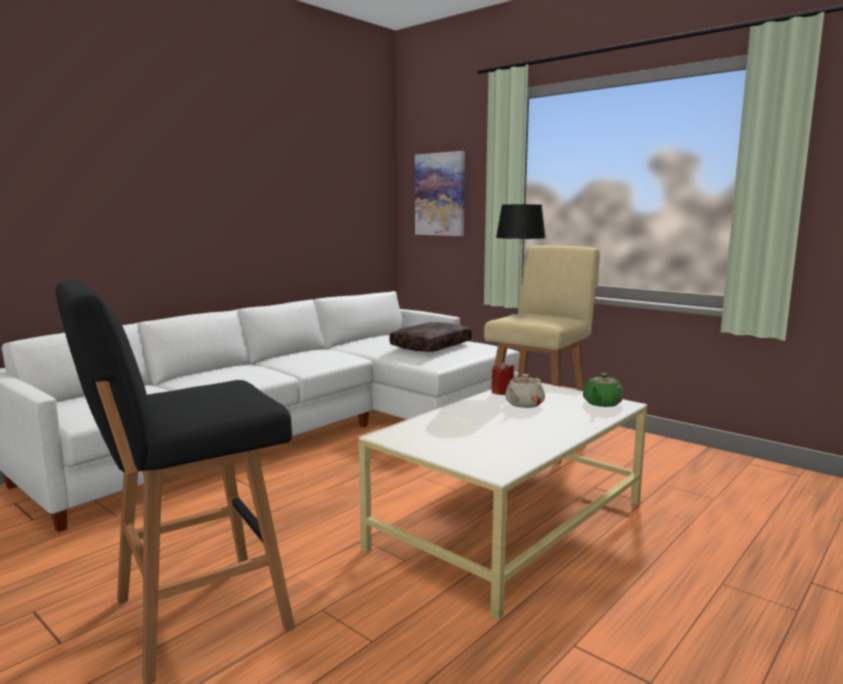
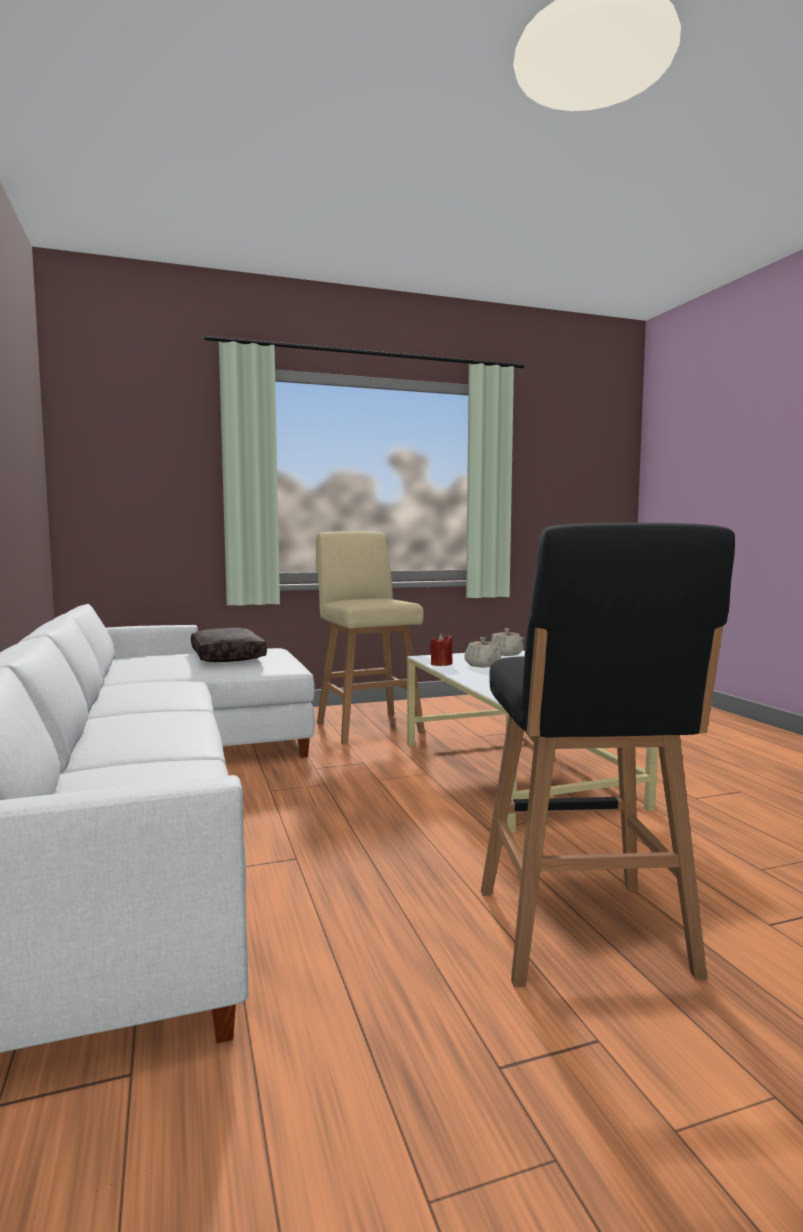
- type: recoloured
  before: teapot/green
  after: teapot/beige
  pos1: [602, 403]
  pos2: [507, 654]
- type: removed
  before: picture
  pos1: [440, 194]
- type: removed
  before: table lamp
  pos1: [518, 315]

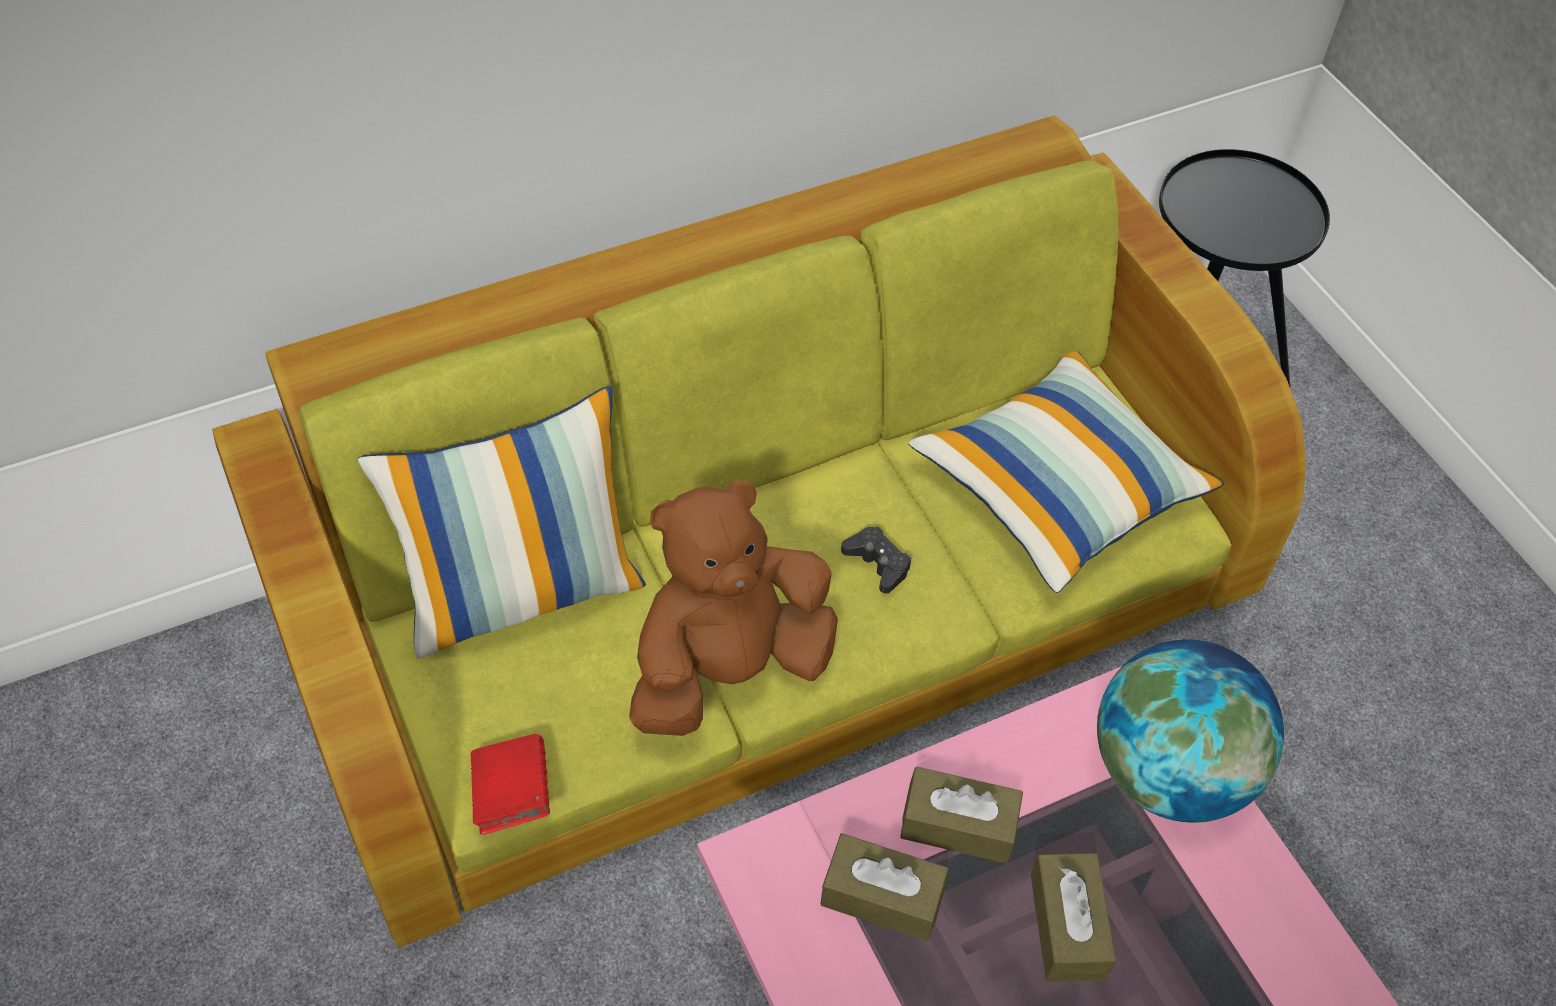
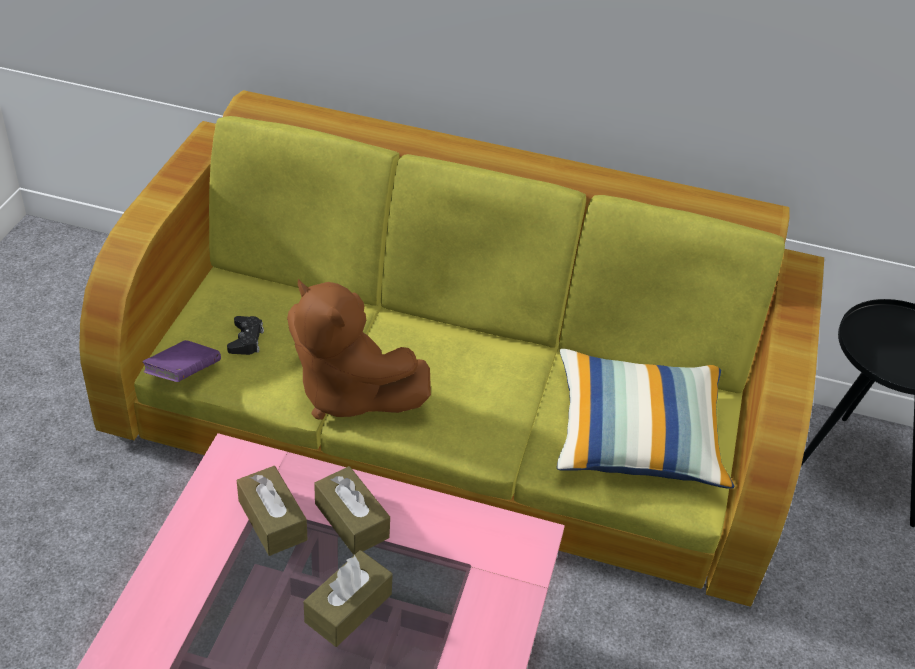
- type: recoloured
  before: book/red
  after: book/purple
  pos1: [512, 796]
  pos2: [183, 374]
- type: moved
  before: game controller/black
  pos1: [877, 563]
  pos2: [246, 340]
- type: turned
  before: plush toy/brown
  pos1: [728, 669]
  pos2: [348, 393]
  turn: -150
- type: removed
  before: pillow
  pos1: [523, 591]
- type: removed
  before: globe
  pos1: [1169, 773]

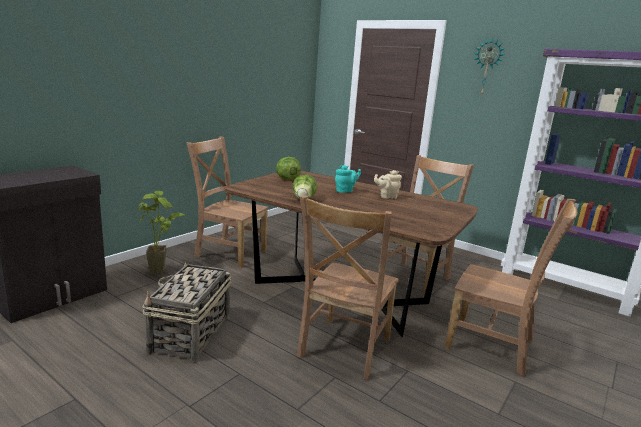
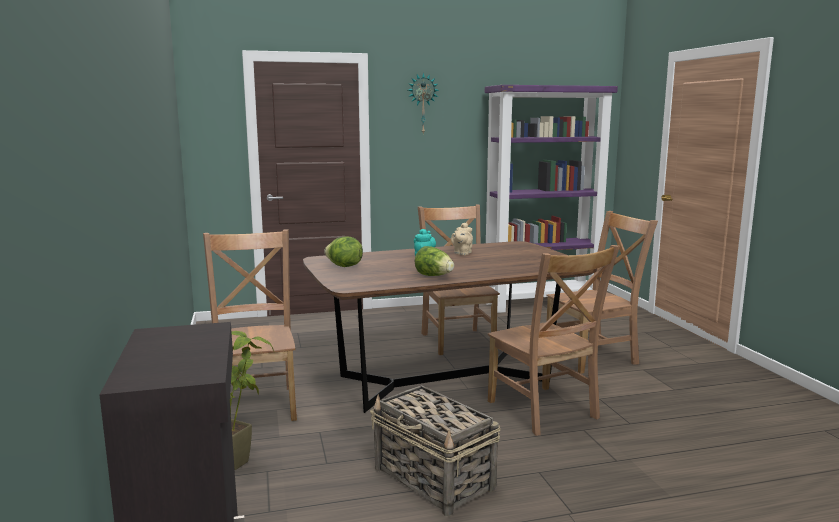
- type: turned
  before: chair/brown
  pos1: [228, 252]
  pos2: [257, 404]
  turn: 105

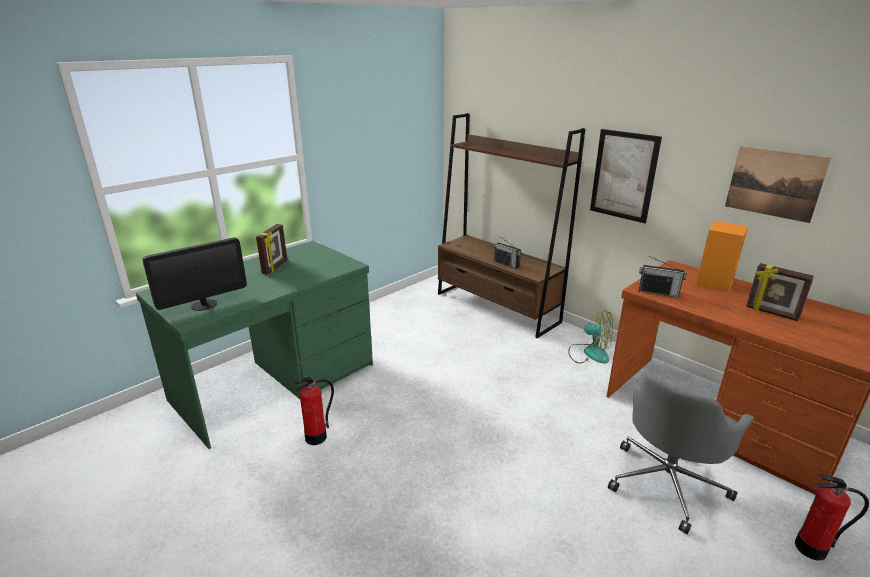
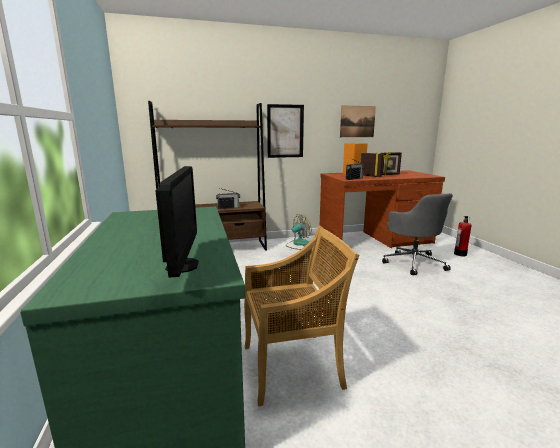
- type: replaced
  before: fire extinguisher
  after: chair/beige
  pos1: [316, 437]
  pos2: [293, 365]
- type: moved
  before: picture frame
  pos1: [275, 267]
  pos2: [370, 176]

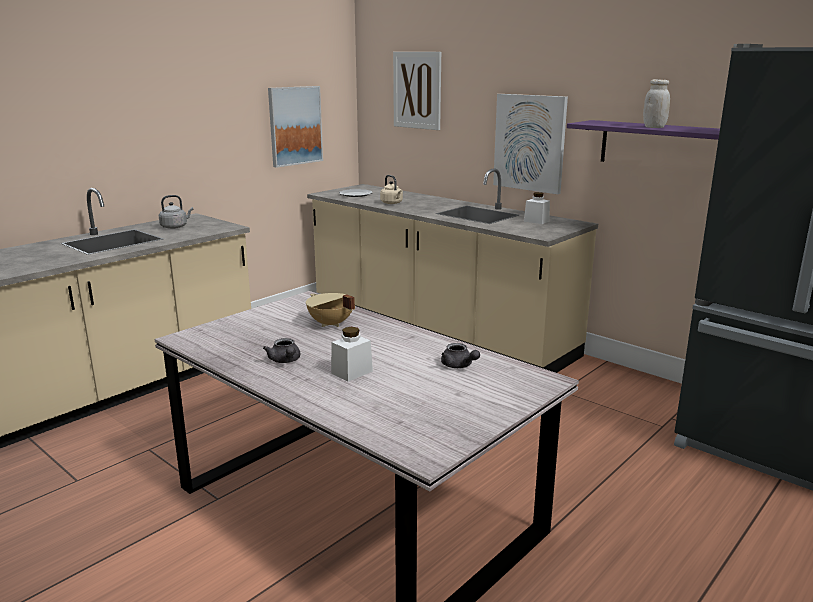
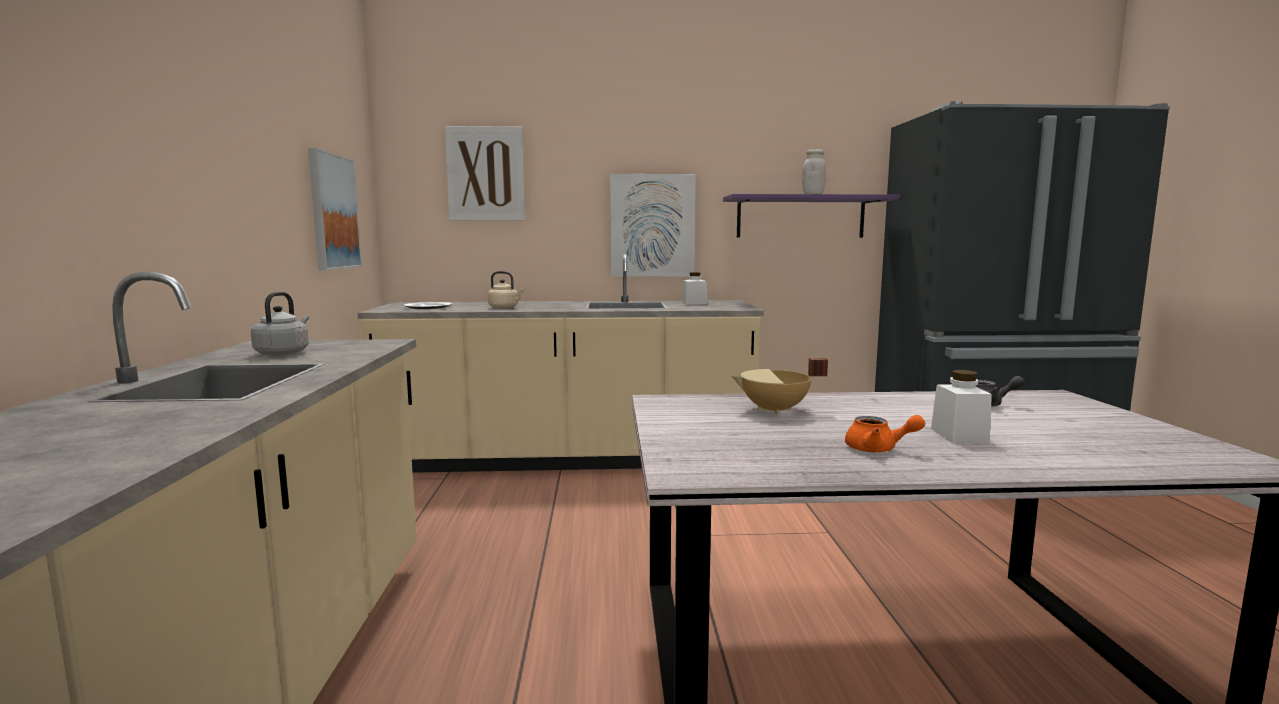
- type: recoloured
  before: teapot/grey
  after: teapot/orange
  pos1: [285, 361]
  pos2: [878, 449]

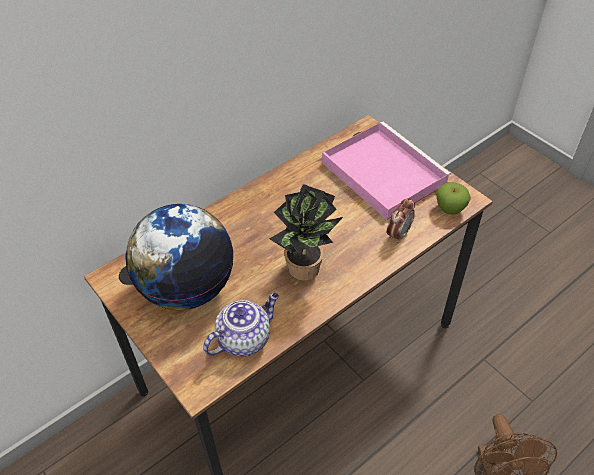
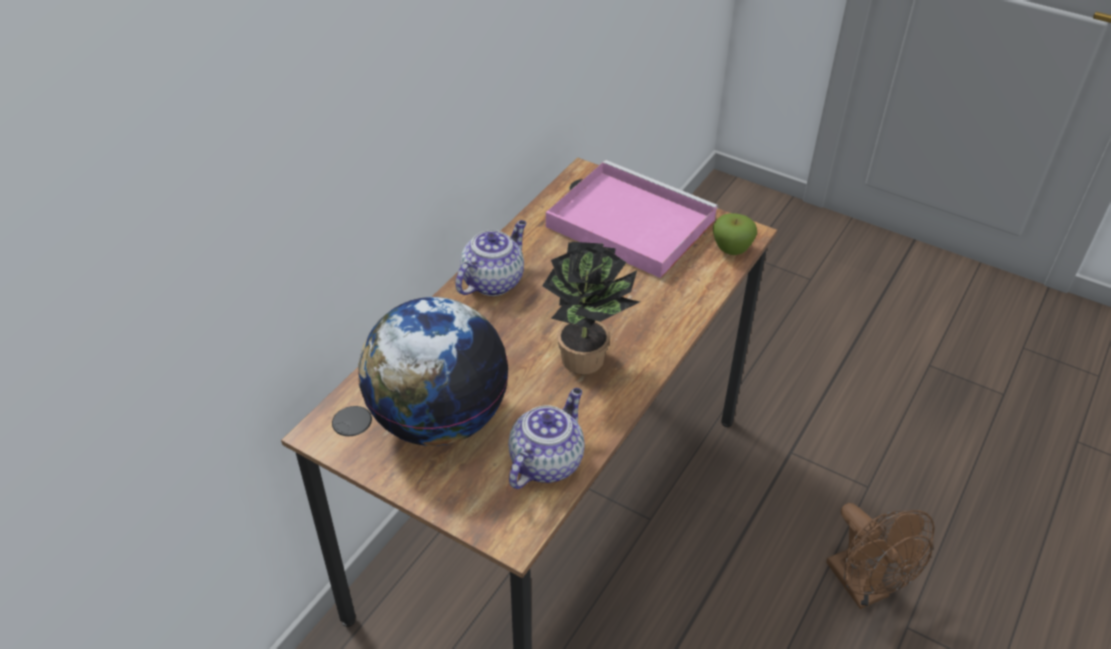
- type: added
  after: teapot
  pos2: [493, 281]
- type: removed
  before: alarm clock
  pos1: [398, 234]

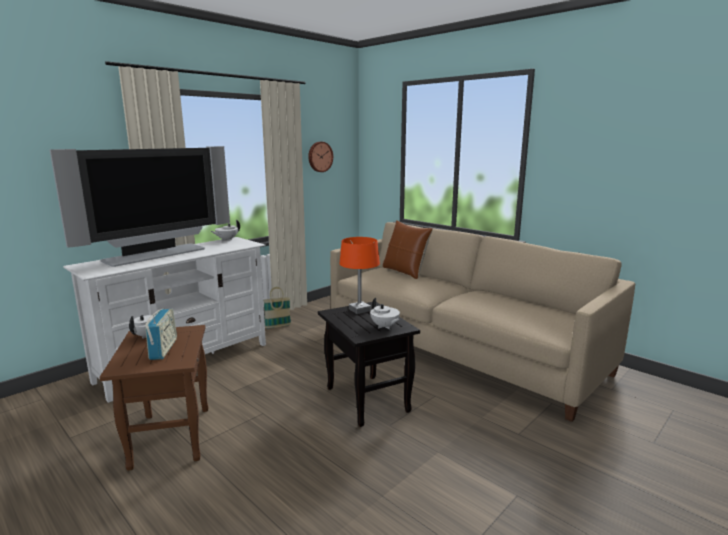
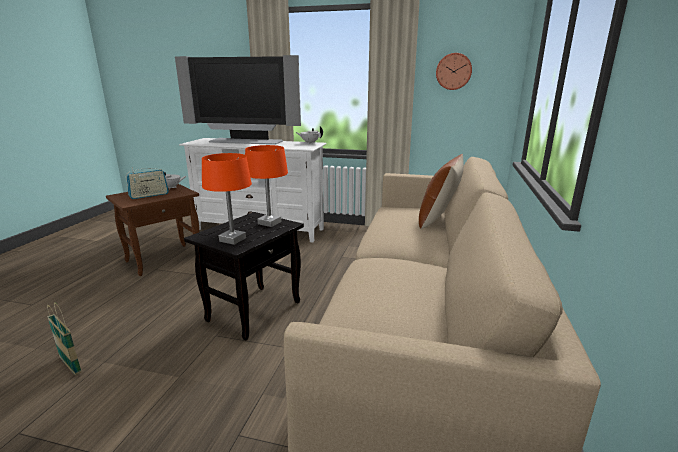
- type: moved
  before: basket
  pos1: [278, 326]
  pos2: [70, 365]
- type: replaced
  before: teapot/white
  after: table lamp/orange
  pos1: [384, 326]
  pos2: [232, 239]

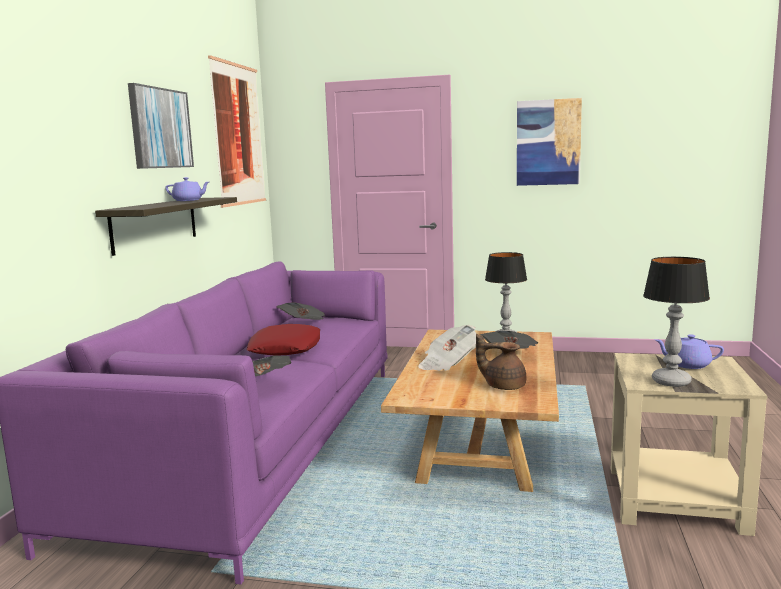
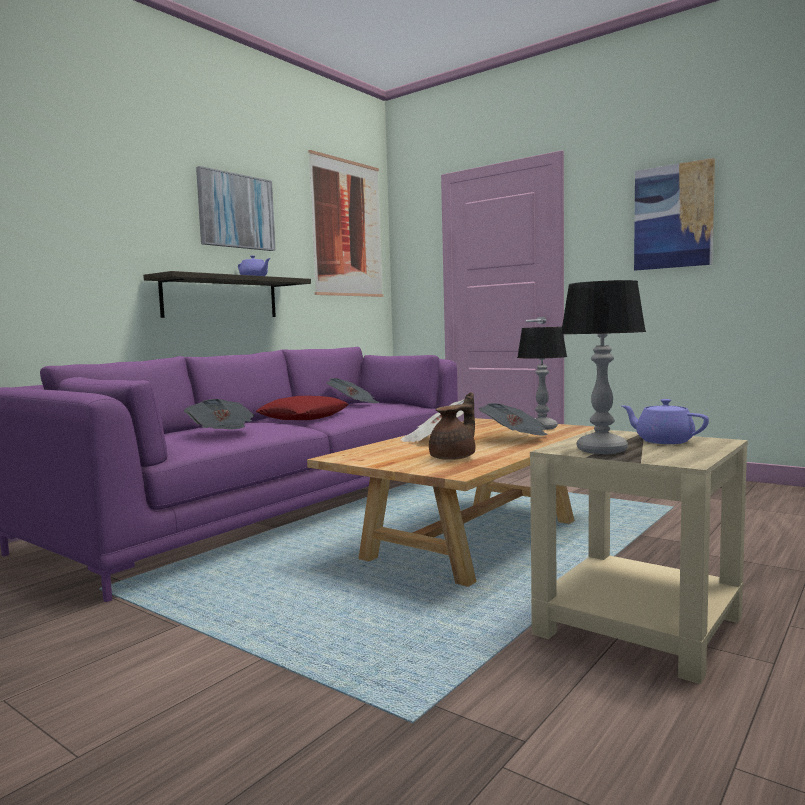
- type: turned
  before: teapot/brown
  pos1: [503, 386]
  pos2: [454, 458]
  turn: 90

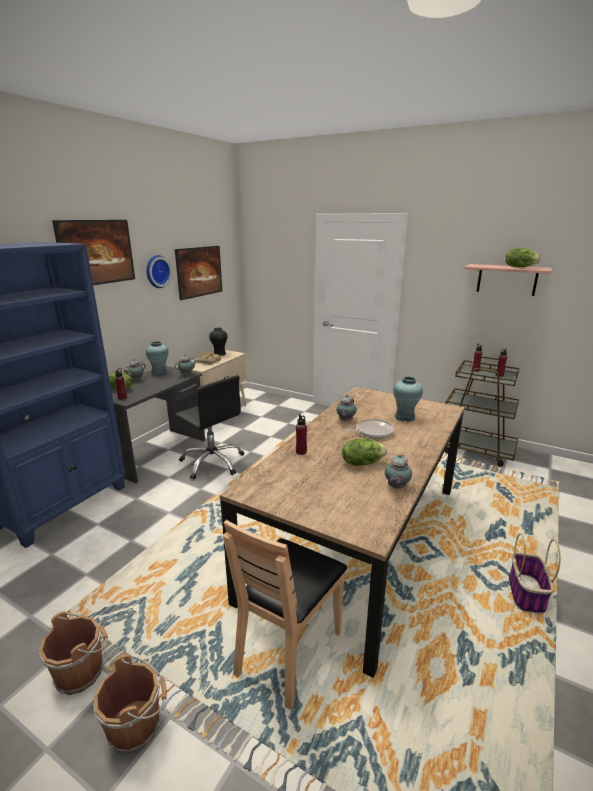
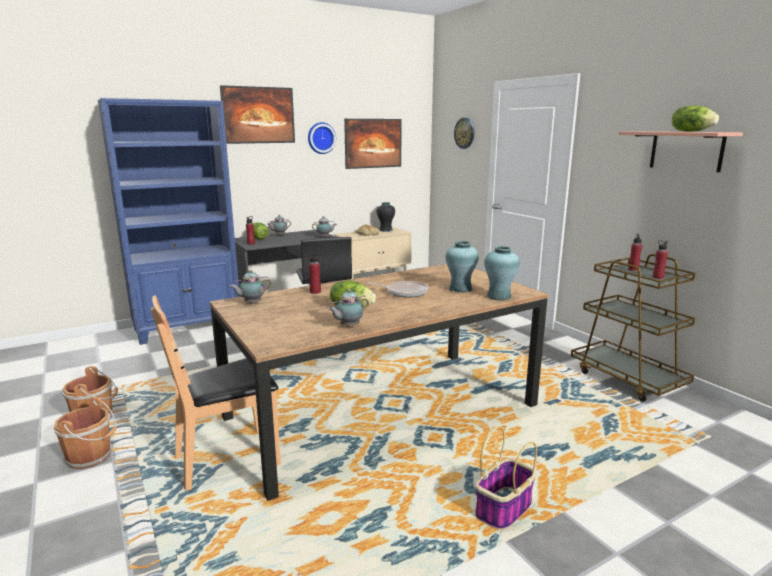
- type: moved
  before: teapot
  pos1: [345, 421]
  pos2: [251, 303]
- type: added
  after: wall clock
  pos2: [464, 133]
- type: moved
  before: vase/turquoise
  pos1: [159, 373]
  pos2: [499, 296]

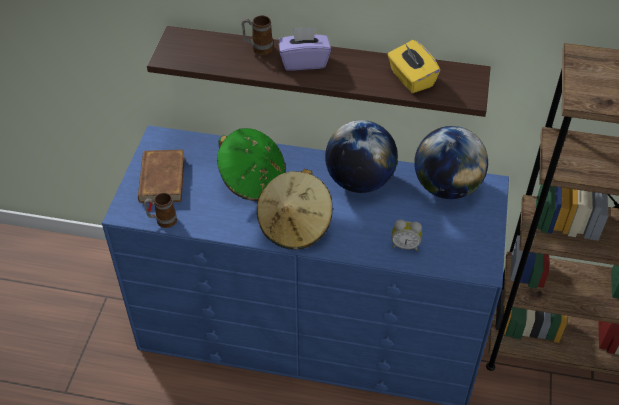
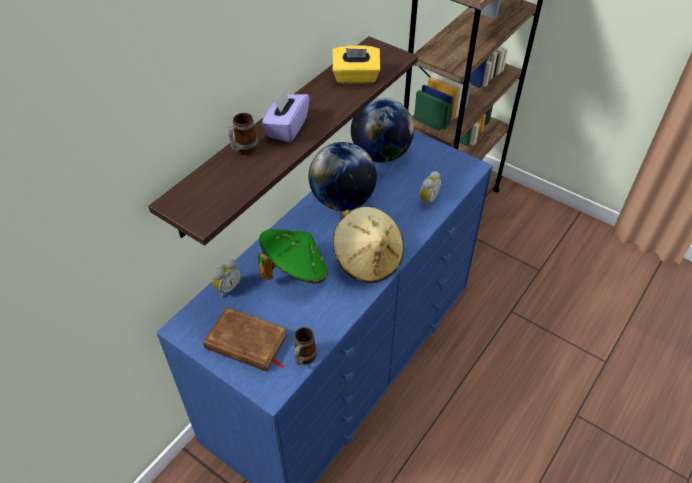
- type: added
  after: alarm clock
  pos2: [228, 288]

